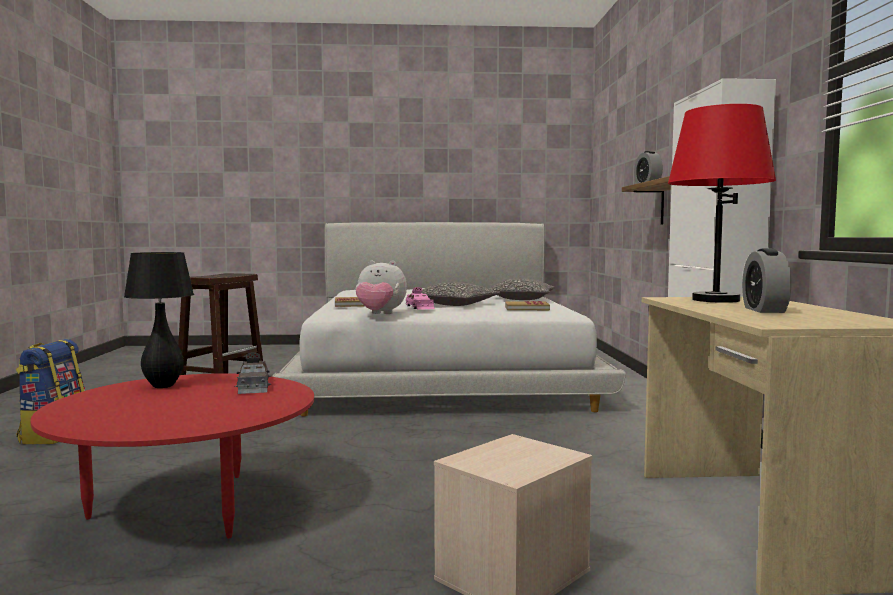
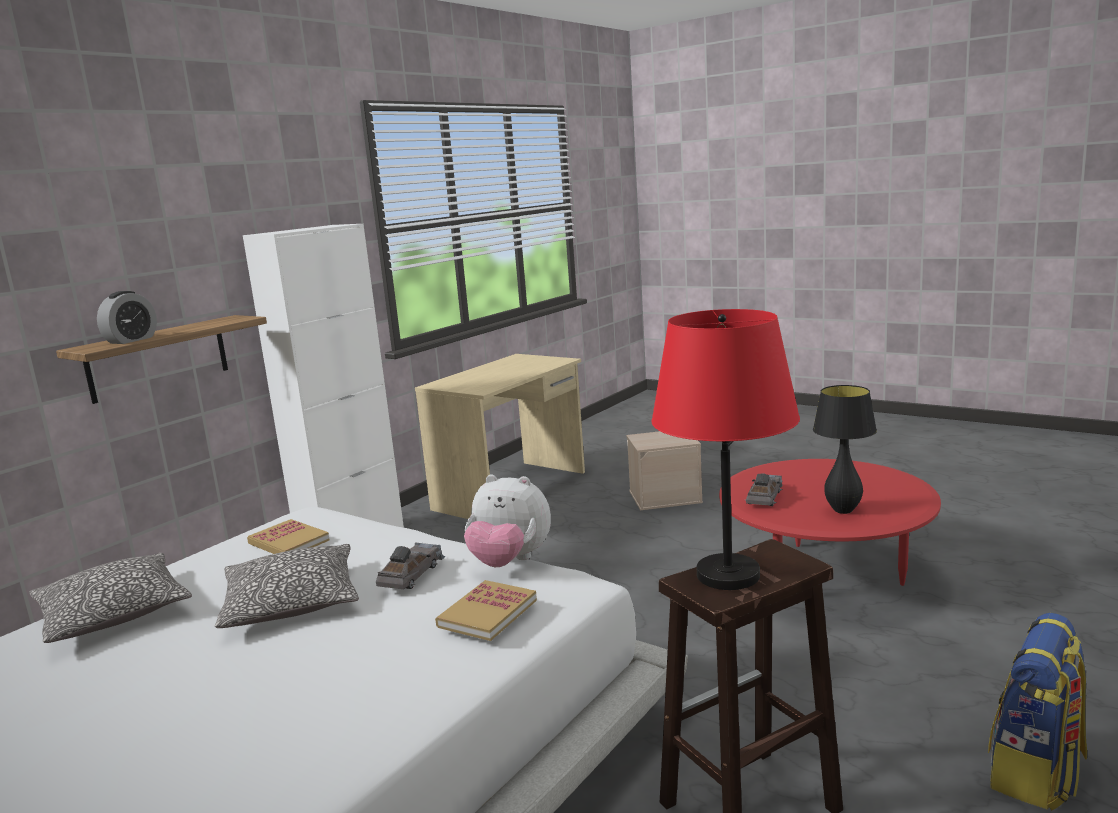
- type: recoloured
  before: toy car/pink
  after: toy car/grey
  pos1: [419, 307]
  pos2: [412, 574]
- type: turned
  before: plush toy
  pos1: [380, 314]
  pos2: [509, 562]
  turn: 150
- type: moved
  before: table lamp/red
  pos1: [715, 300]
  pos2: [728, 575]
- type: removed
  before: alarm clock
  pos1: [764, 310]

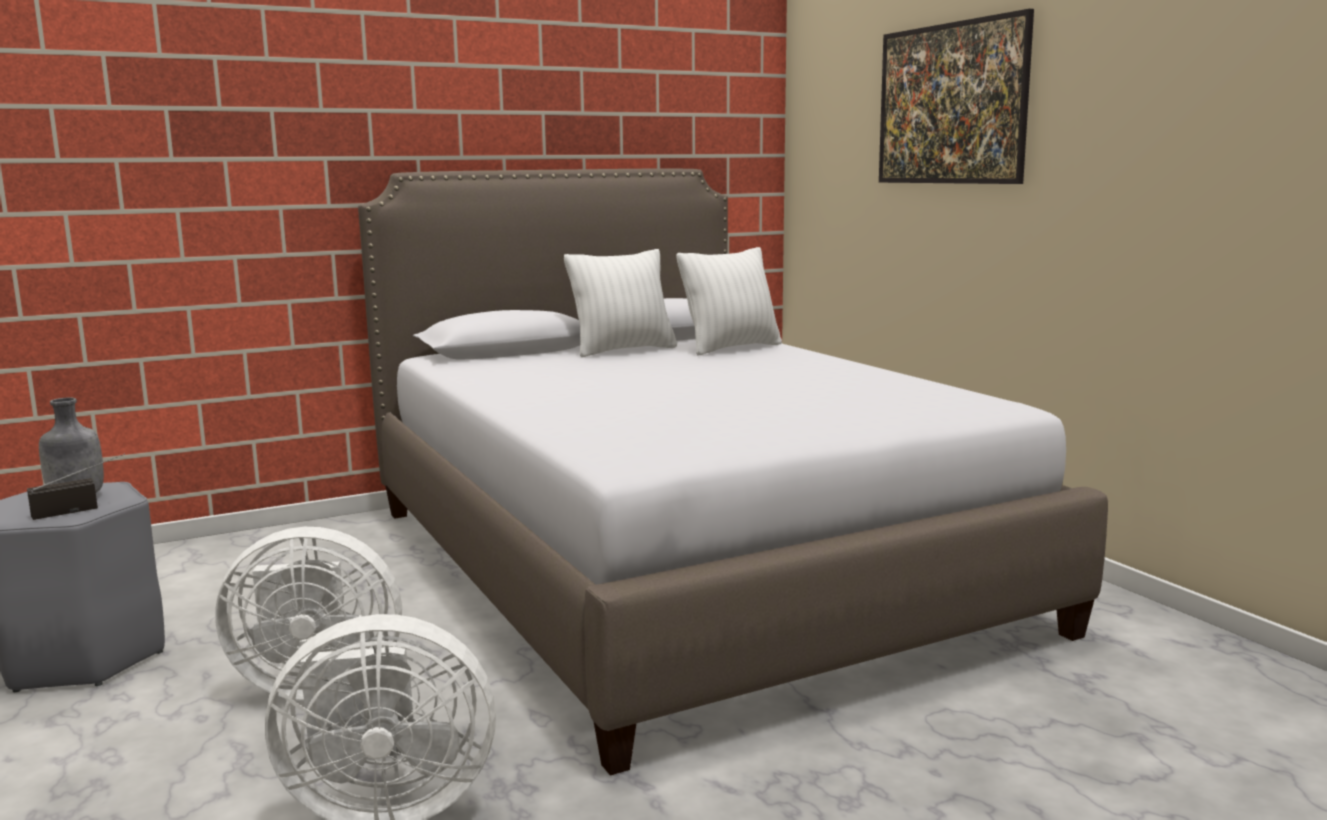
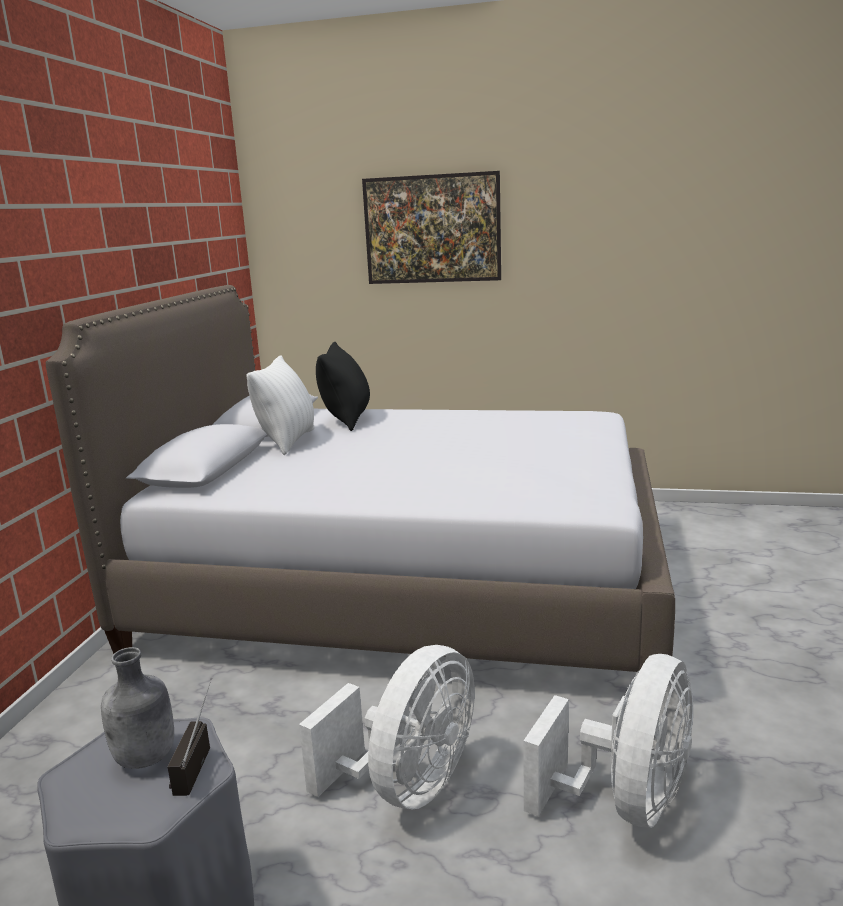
- type: recoloured
  before: pillow/white
  after: pillow/black
  pos1: [731, 348]
  pos2: [347, 420]

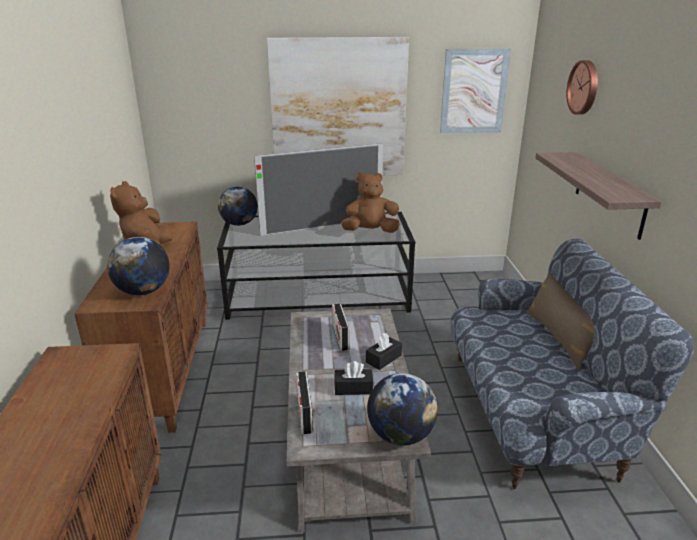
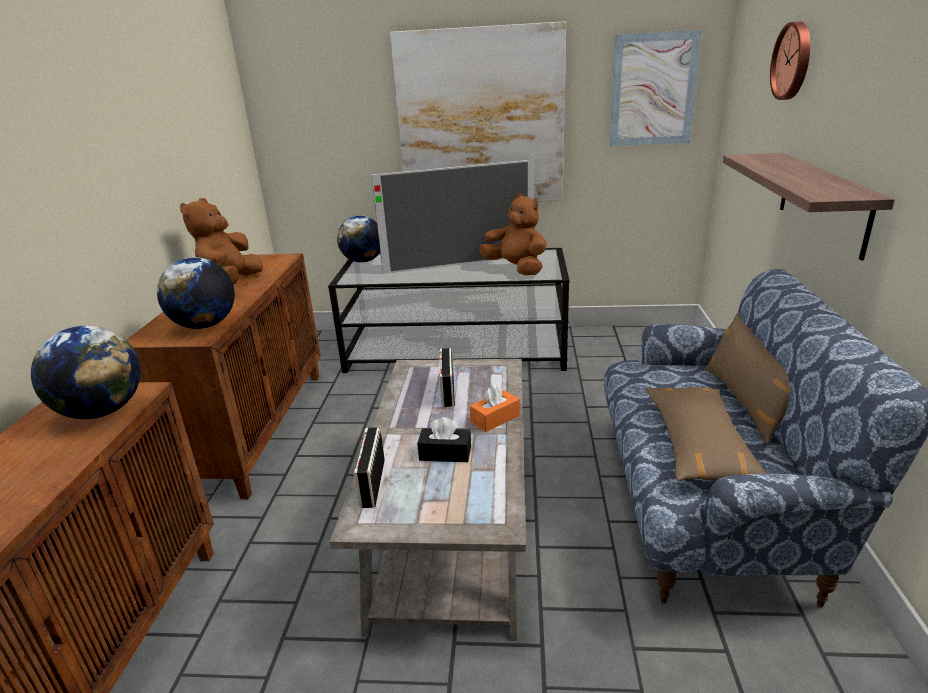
- type: moved
  before: globe
  pos1: [400, 435]
  pos2: [102, 411]
- type: recoloured
  before: tissue box/black
  after: tissue box/orange
  pos1: [383, 359]
  pos2: [495, 419]
- type: turned
  before: plush toy/brown
  pos1: [370, 231]
  pos2: [516, 269]
  turn: 45
- type: added
  after: pillow/brown
  pos2: [698, 445]

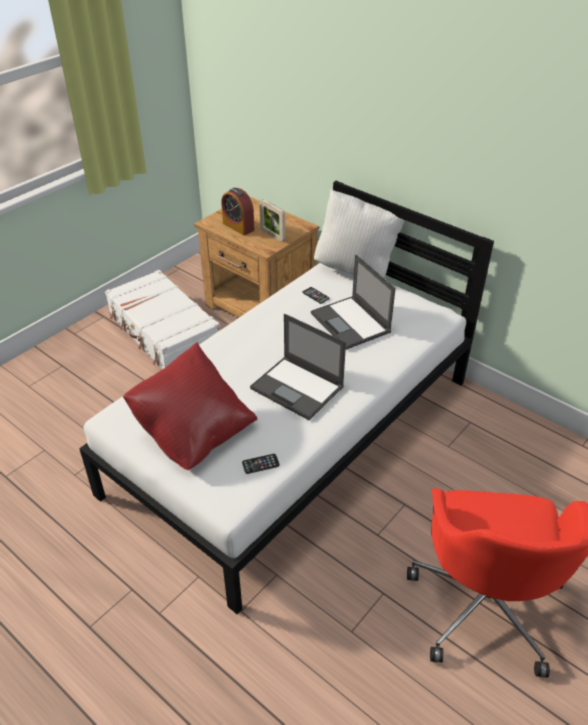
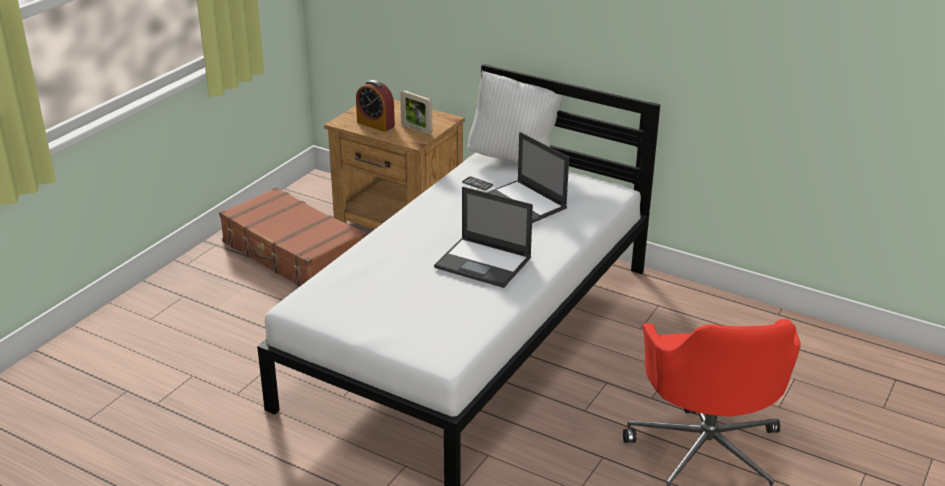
- type: recoloured
  before: suitcase/white
  after: suitcase/brown
  pos1: [163, 332]
  pos2: [293, 253]
- type: removed
  before: pillow/red
  pos1: [194, 432]
- type: removed
  before: phone
  pos1: [260, 464]

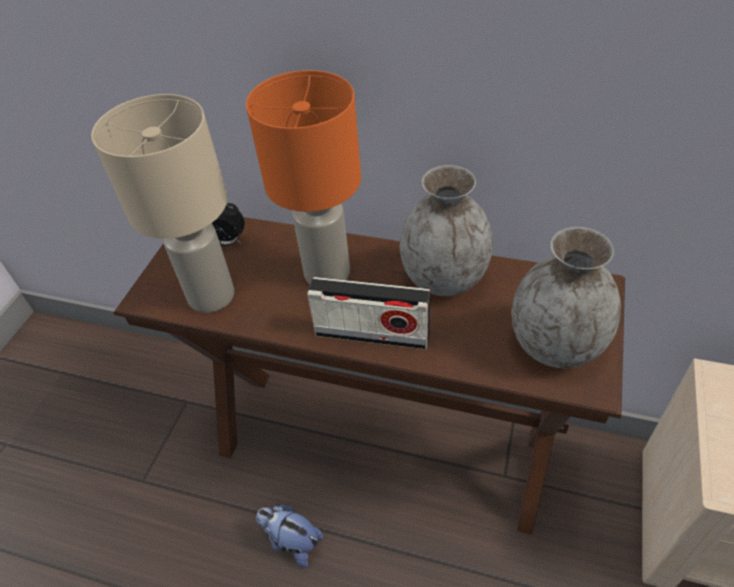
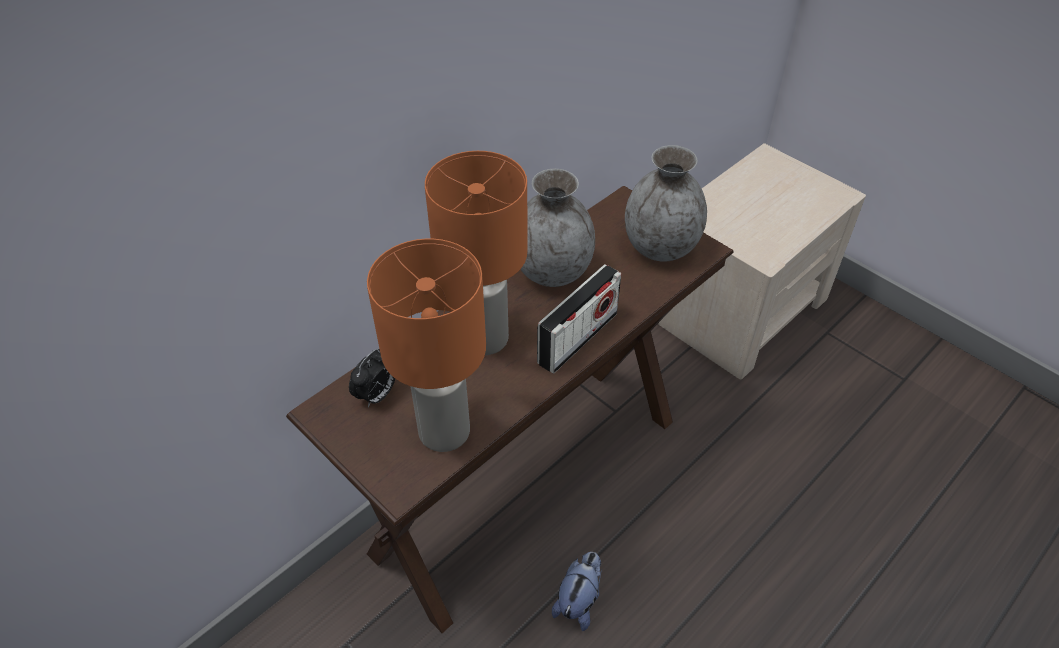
- type: recoloured
  before: table lamp/beige
  after: table lamp/orange
  pos1: [210, 296]
  pos2: [444, 433]
- type: turned
  before: plush toy
  pos1: [292, 542]
  pos2: [579, 601]
  turn: 150

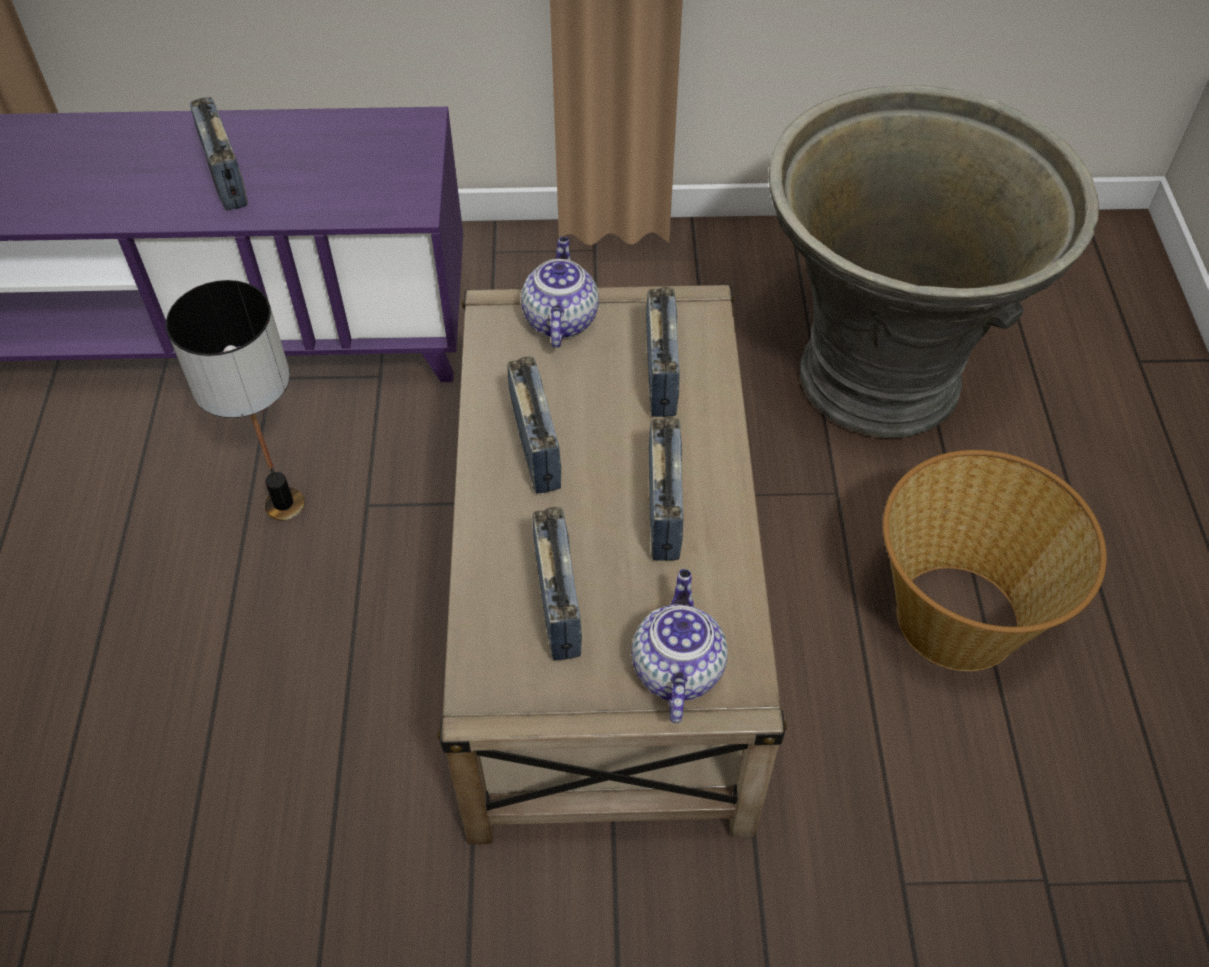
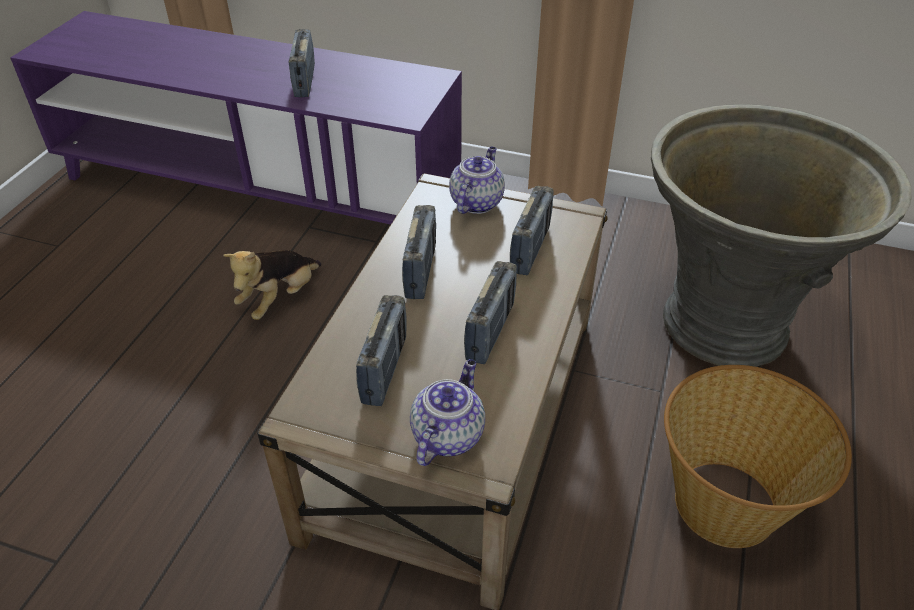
- type: replaced
  before: table lamp
  after: plush toy
  pos1: [284, 504]
  pos2: [280, 299]

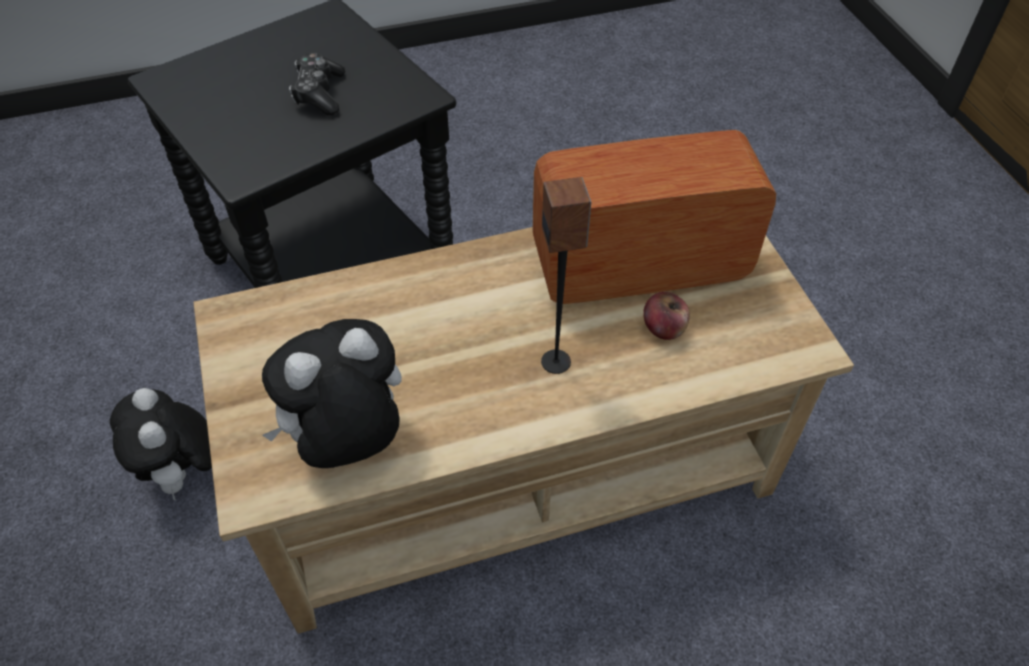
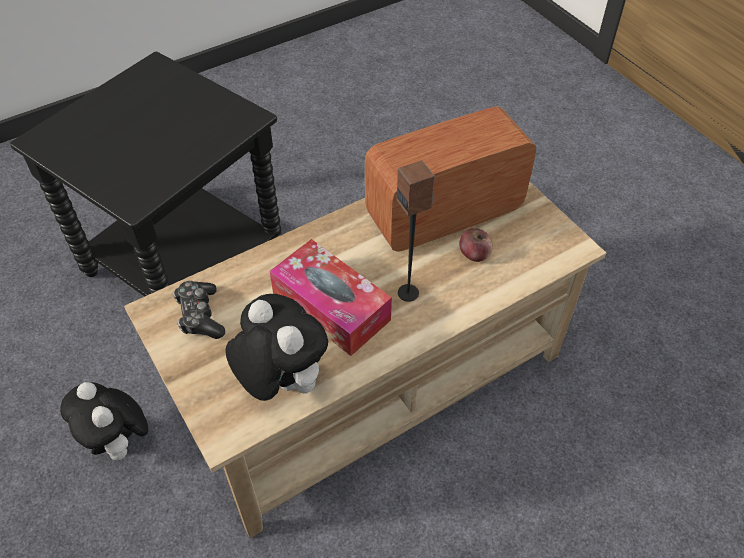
- type: moved
  before: game controller
  pos1: [319, 93]
  pos2: [200, 316]
- type: turned
  before: plush toy
  pos1: [348, 442]
  pos2: [280, 381]
  turn: 90
- type: added
  after: tissue box
  pos2: [331, 307]

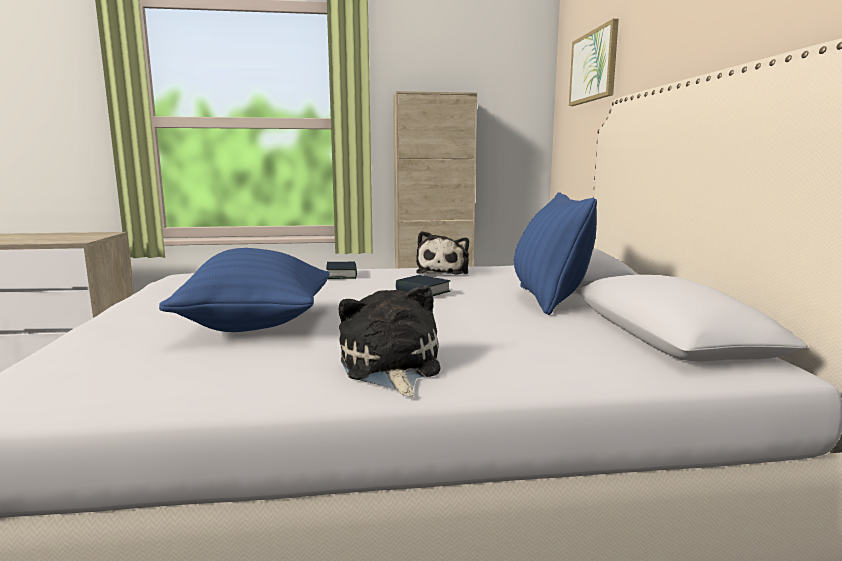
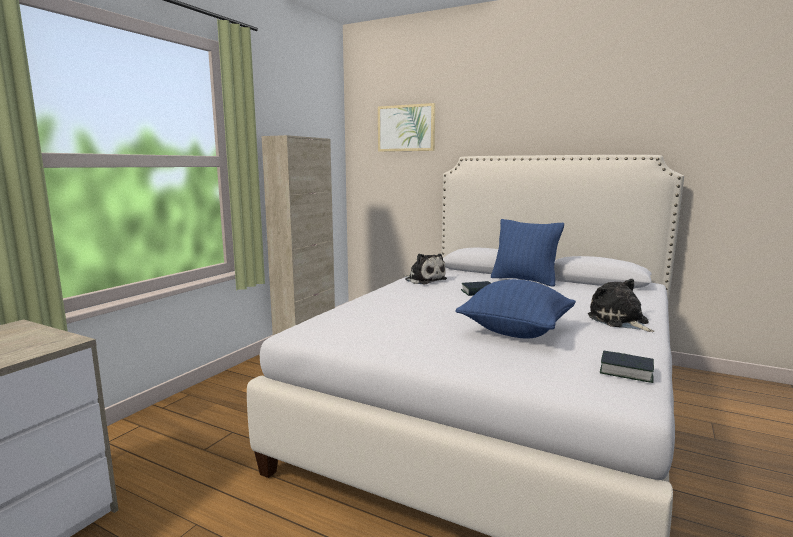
- type: turned
  before: plush toy
  pos1: [390, 367]
  pos2: [619, 321]
  turn: 45
- type: moved
  before: book
  pos1: [342, 275]
  pos2: [626, 371]

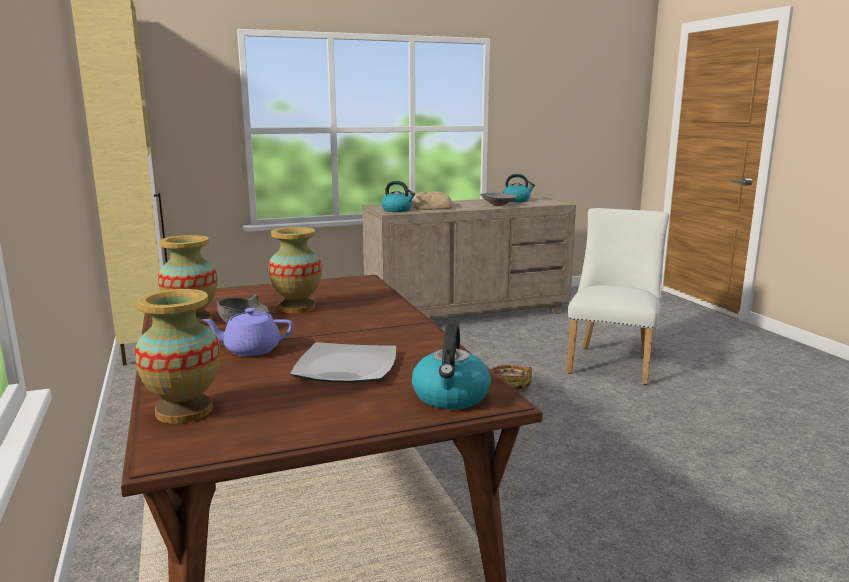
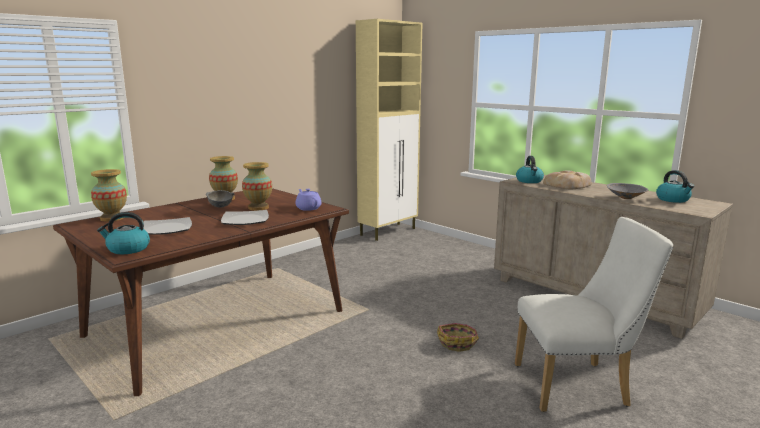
- type: added
  after: plate
  pos2: [246, 219]
- type: moved
  before: teapot/purple
  pos1: [250, 350]
  pos2: [308, 208]

